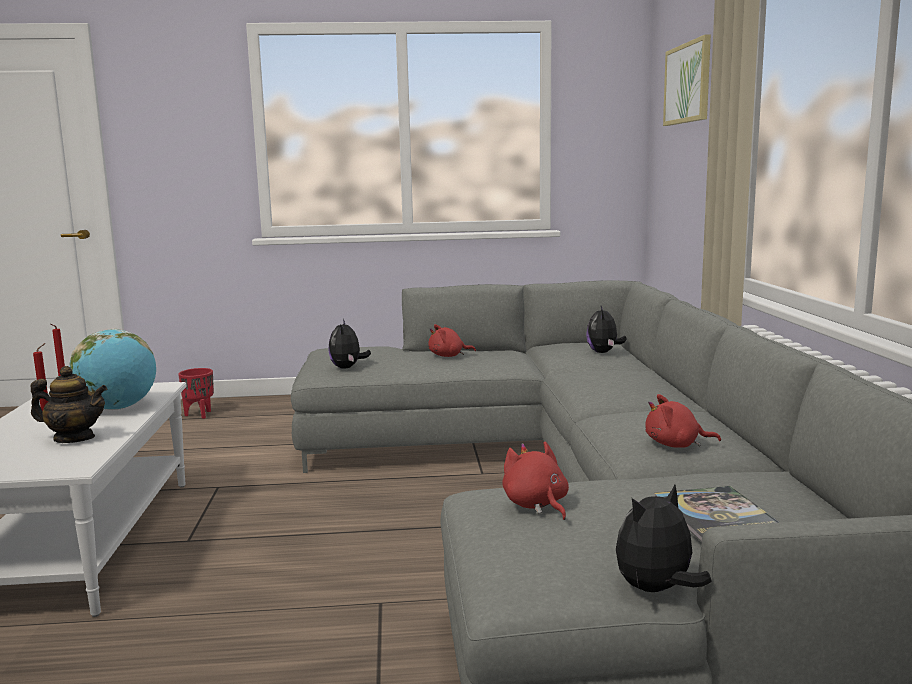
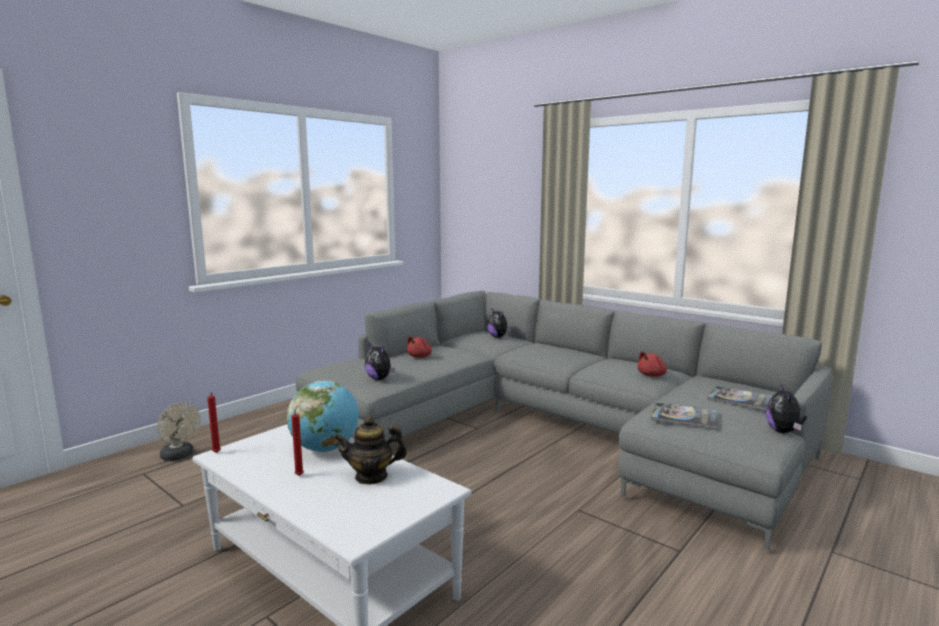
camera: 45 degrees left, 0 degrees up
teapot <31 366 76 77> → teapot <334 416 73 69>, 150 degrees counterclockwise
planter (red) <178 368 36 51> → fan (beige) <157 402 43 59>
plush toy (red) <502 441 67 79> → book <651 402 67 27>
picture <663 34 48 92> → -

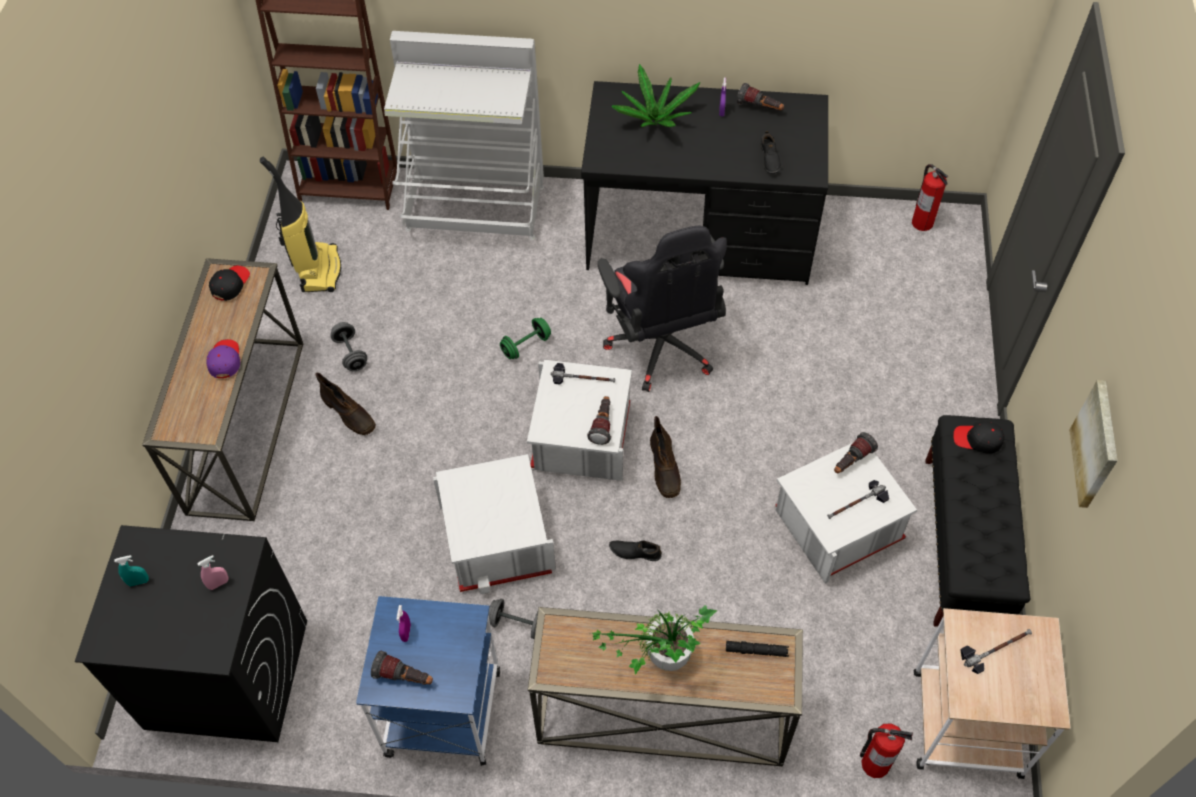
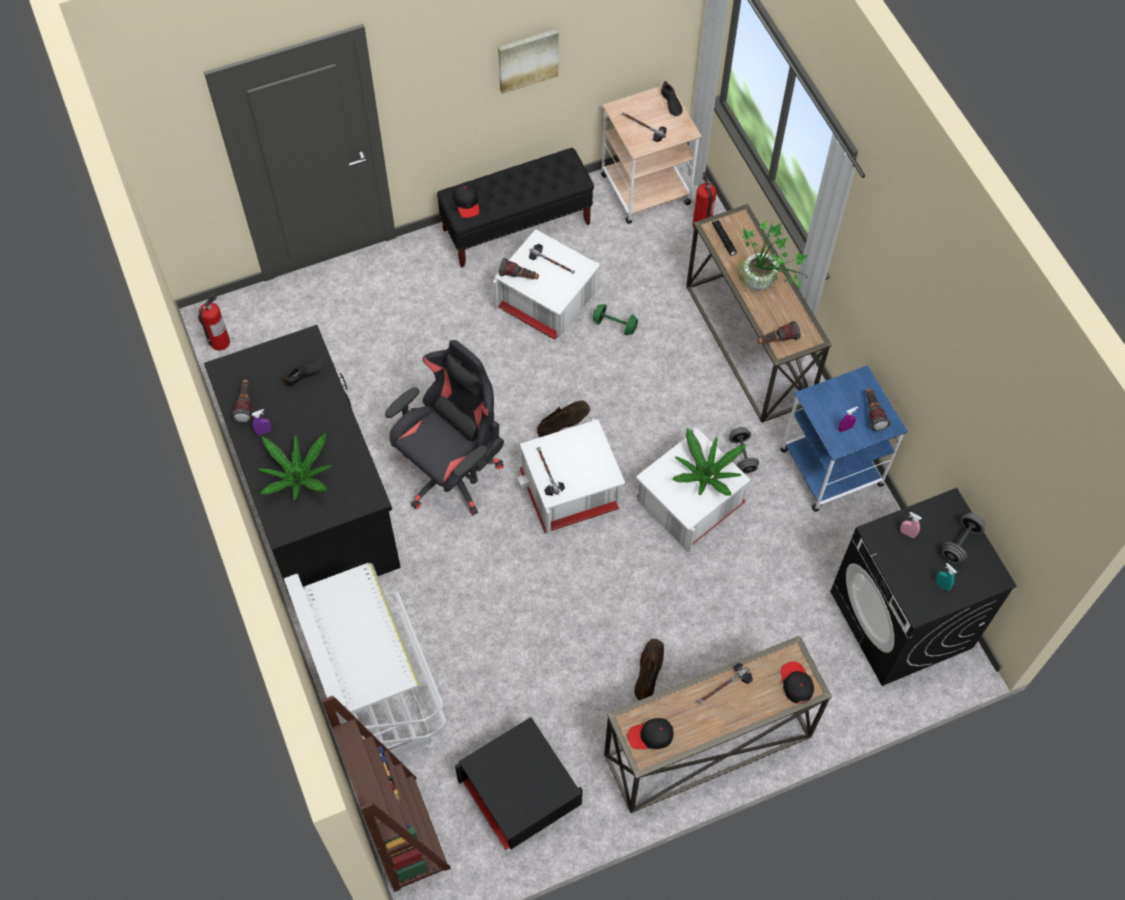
camera: 120 degrees left, 5 degrees up
cap (purple) <207 339 33 39> → hammer <698 663 55 41>
vacuum cleaner <260 157 81 135> → storage box (black) <455 717 128 133>
dumbbell (grey) <330 322 37 49> → dumbbell (grey) <942 513 43 51>, moved
dumbbell (green) <500 318 51 41> → dumbbell (green) <593 304 45 31>, moved
flashlight <587 396 24 49> → flashlight <757 321 44 23>, moved
shoe (black) <609 540 53 21> → shoe (black) <661 81 22 35>, moved
- → potted plant <672 428 74 68>
- → cap (black) <781 662 33 41>

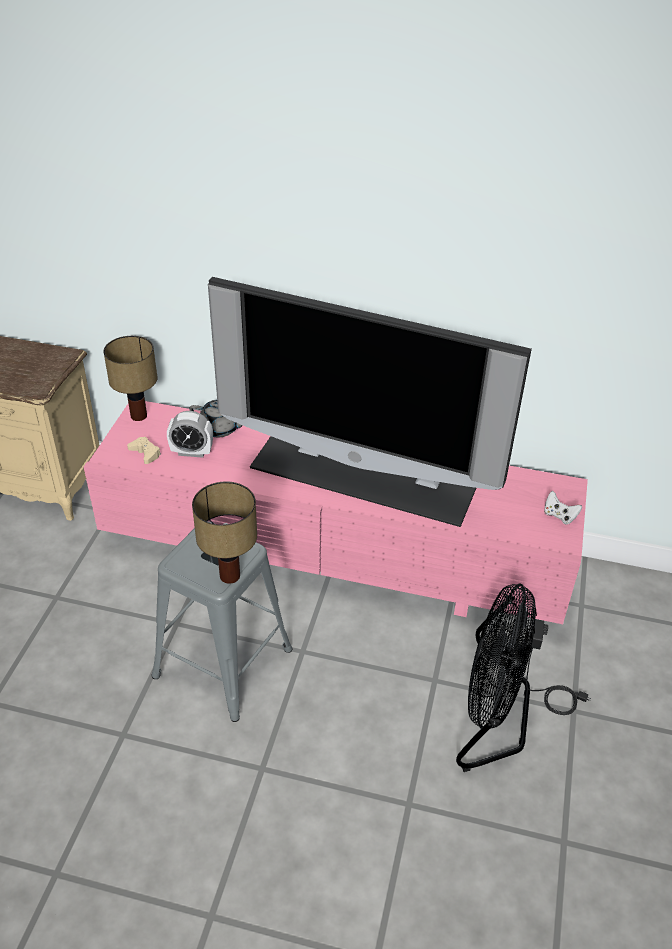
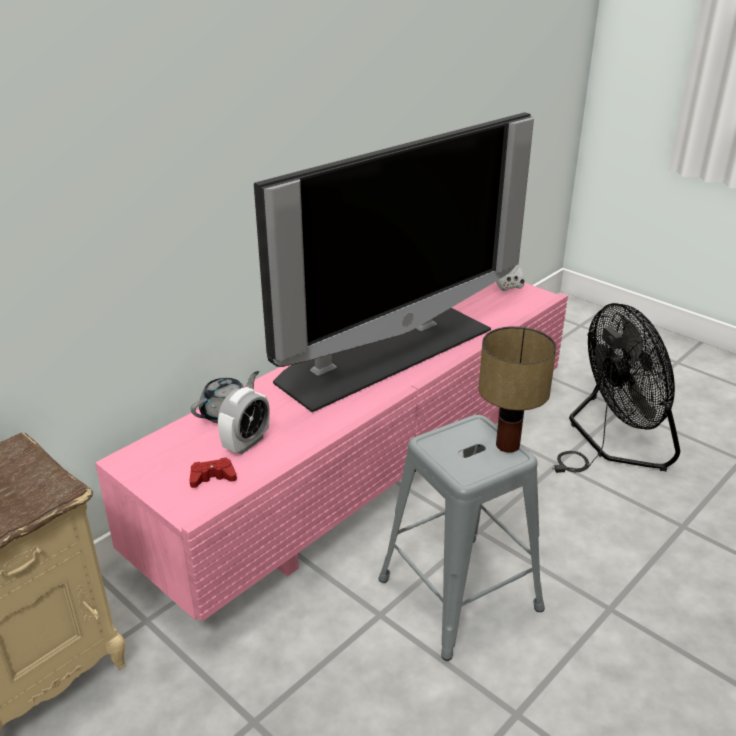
camera: 60 degrees left, 10 degrees down
table lamp <104 336 54 85> → -
game controller (beige) <127 437 34 27> → game controller (red) <189 458 48 30>
fan (black) <456 583 135 189> → fan (black) <552 303 128 170>, 150 degrees counterclockwise

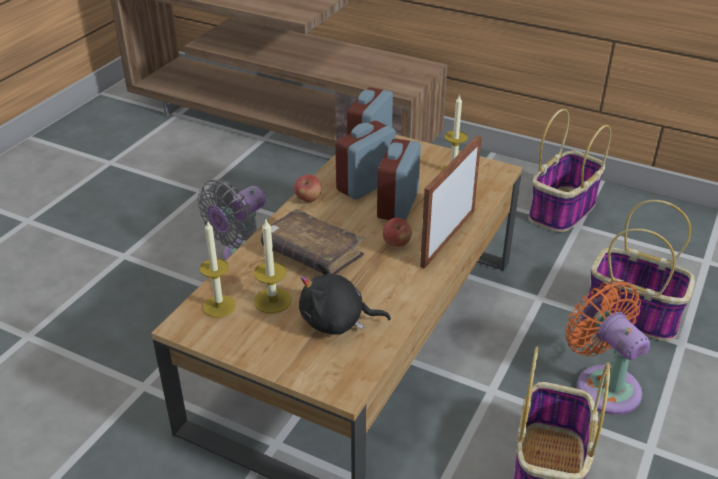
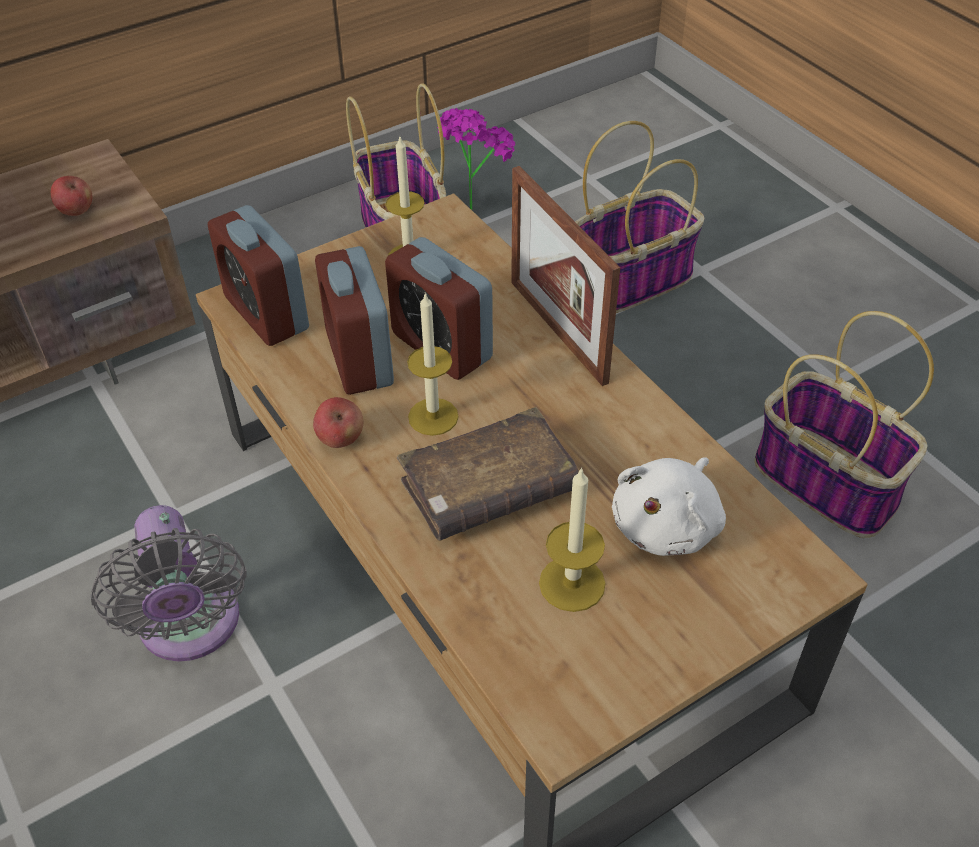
camera: 60 degrees left, 10 degrees up
candle <200 221 36 97> → candle <407 292 52 144>, moved
plush toy (black) <299 262 92 73> → plush toy (white) <612 457 114 99>
apple <383 218 29 29> → apple <51 176 41 40>, moved
fan (orange) <565 280 85 135> → -
- → potted plant <437 108 78 102>

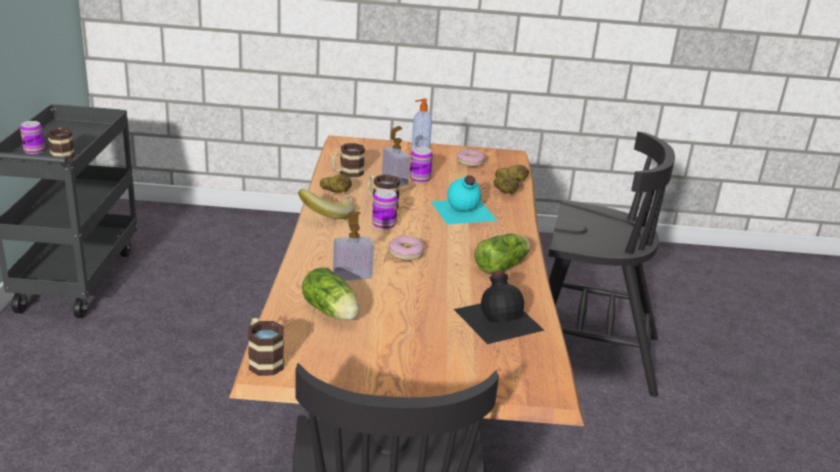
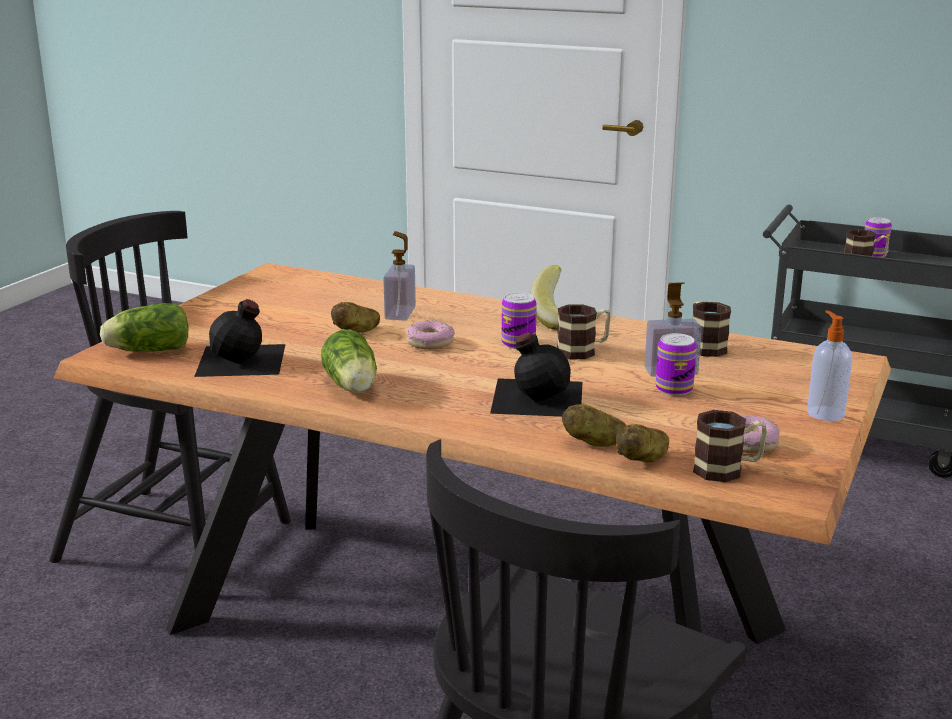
camera: 115 degrees right, 5 degrees down
mug <248 318 36 58> → mug <693 410 74 72>, moved
lettuce <302 267 57 53> → lettuce <100 303 88 49>, moved
potato <320 175 32 17> → potato <331 302 49 30>, moved
bottle (turquoise) <430 175 67 49> → bottle (black) <490 332 92 85>

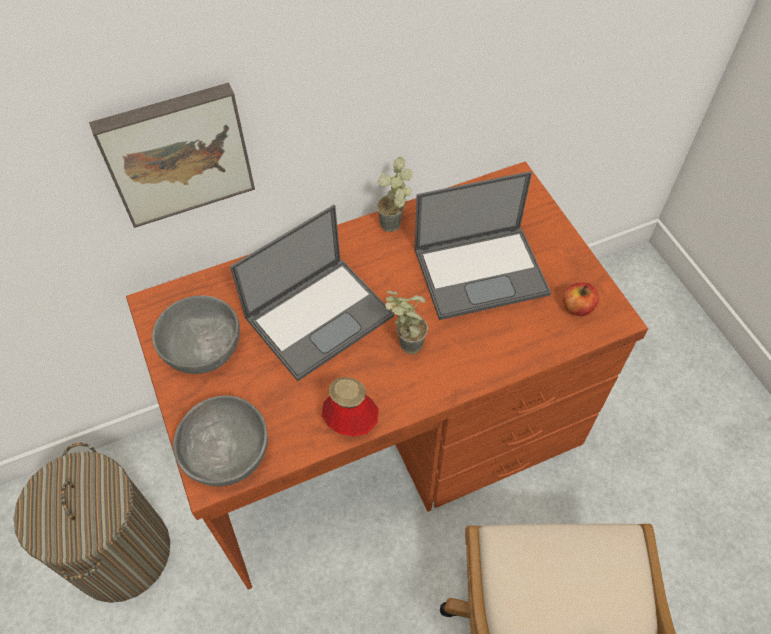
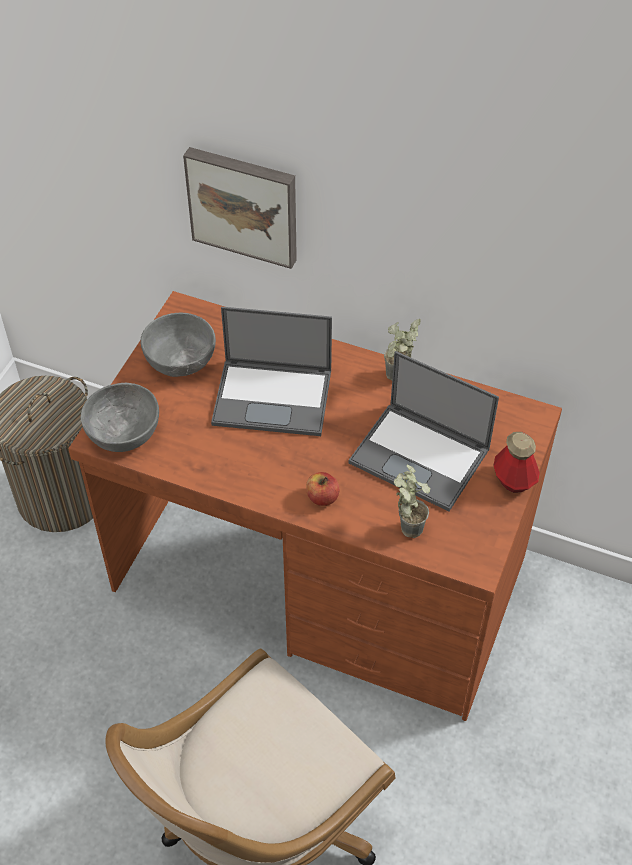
camera: 45 degrees right, 5 degrees down
bottle <322 377 57 59> → bottle <493 432 47 61>, moved
potted plant <385 291 43 63> → potted plant <393 465 37 73>, moved
apple <563 282 36 34> → apple <306 472 33 34>, moved

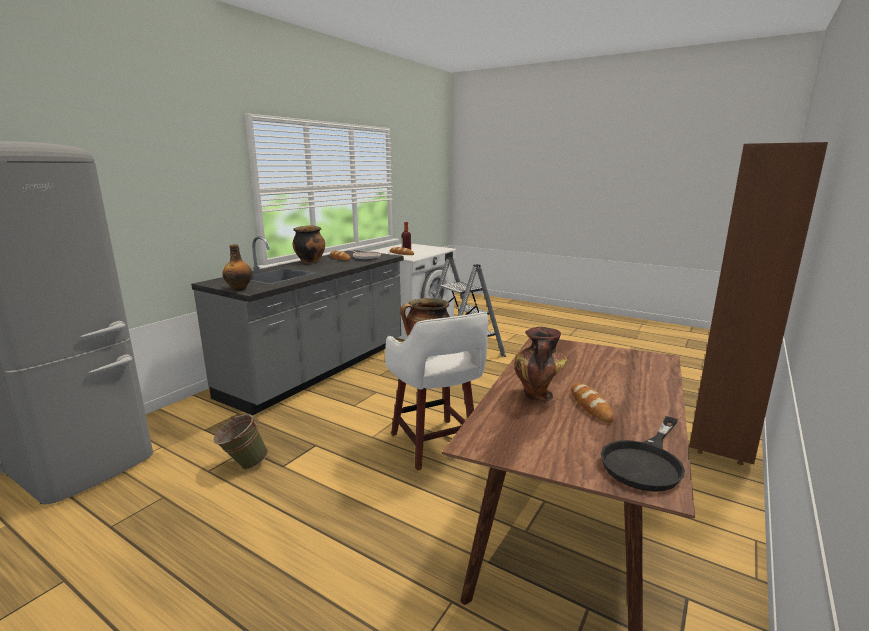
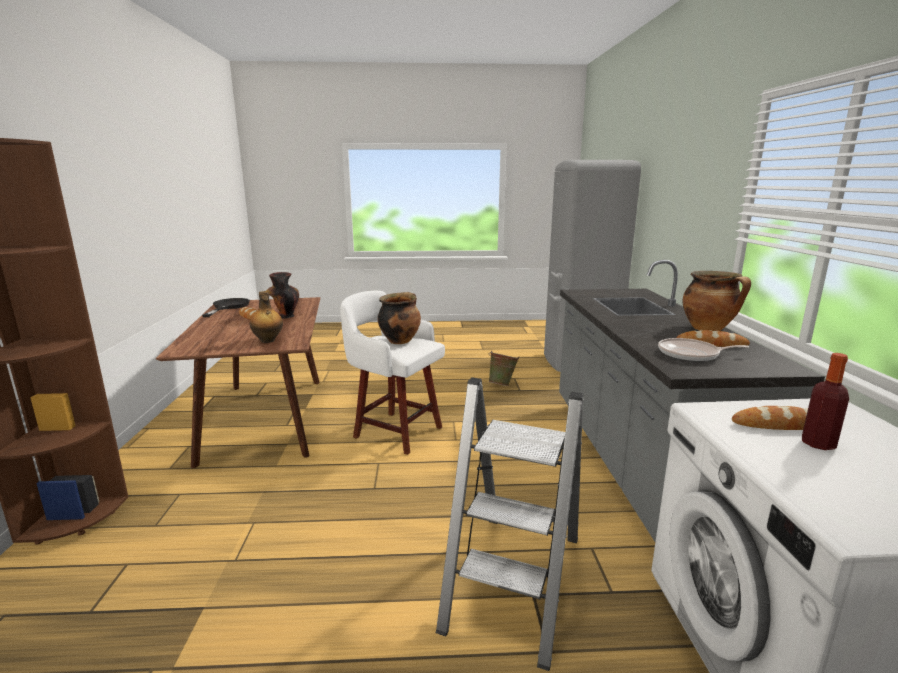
camera: 145 degrees right, 0 degrees up
bottle <223 244 30 47> → bottle <250 291 33 52>, moved

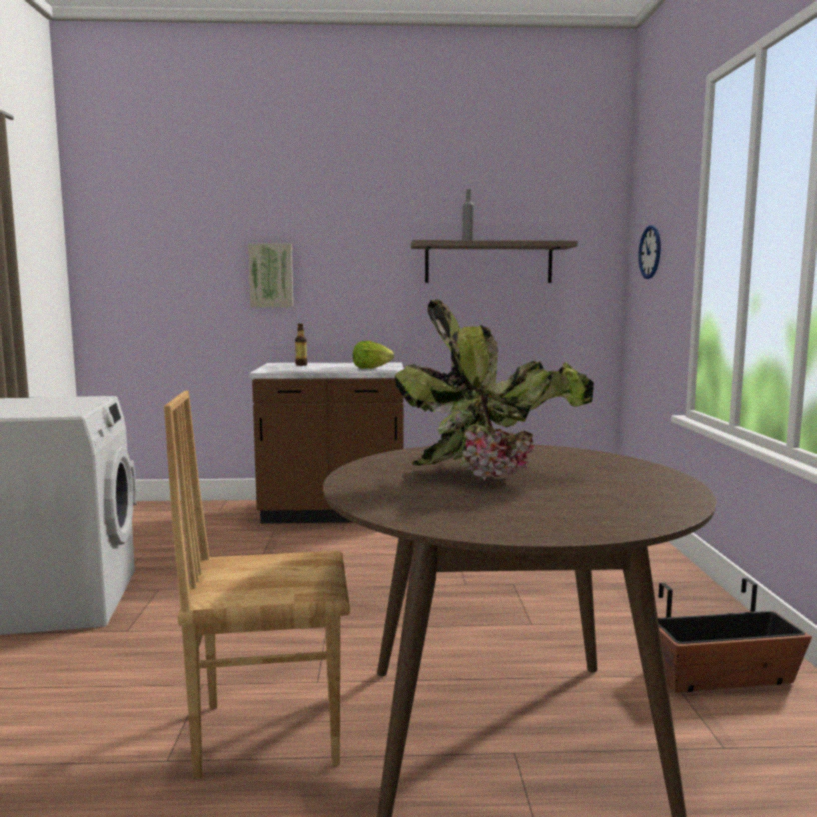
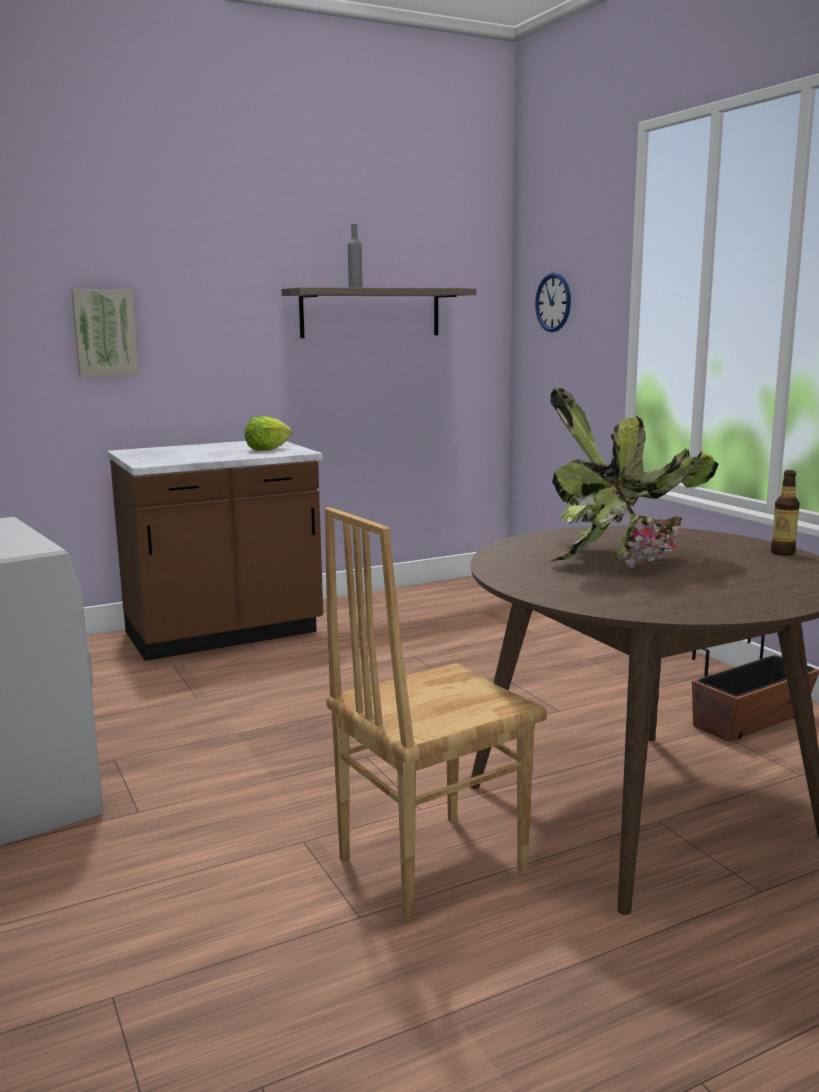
camera: 25 degrees left, 5 degrees up
bottle <295 323 12 43> → bottle <771 470 29 86>, moved

